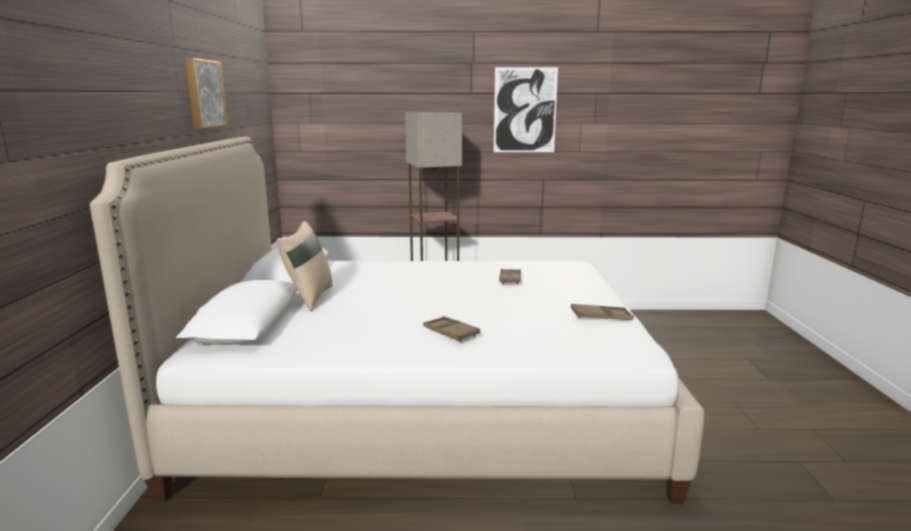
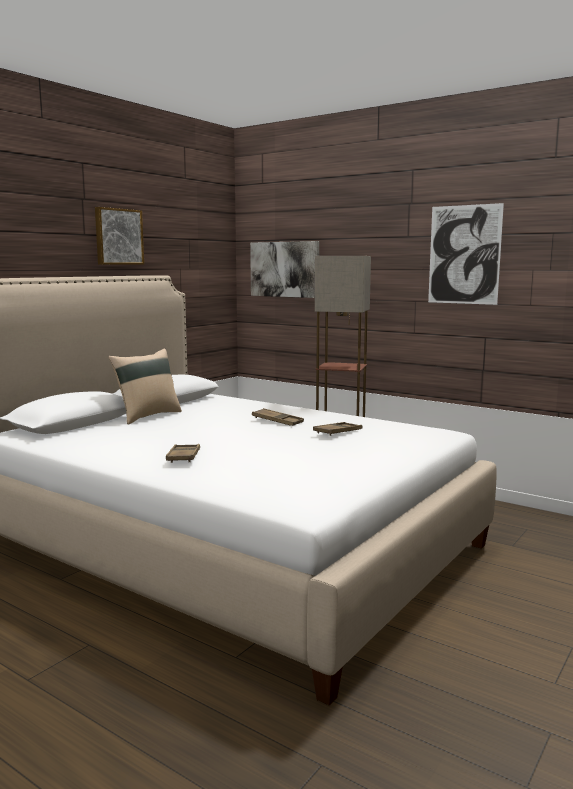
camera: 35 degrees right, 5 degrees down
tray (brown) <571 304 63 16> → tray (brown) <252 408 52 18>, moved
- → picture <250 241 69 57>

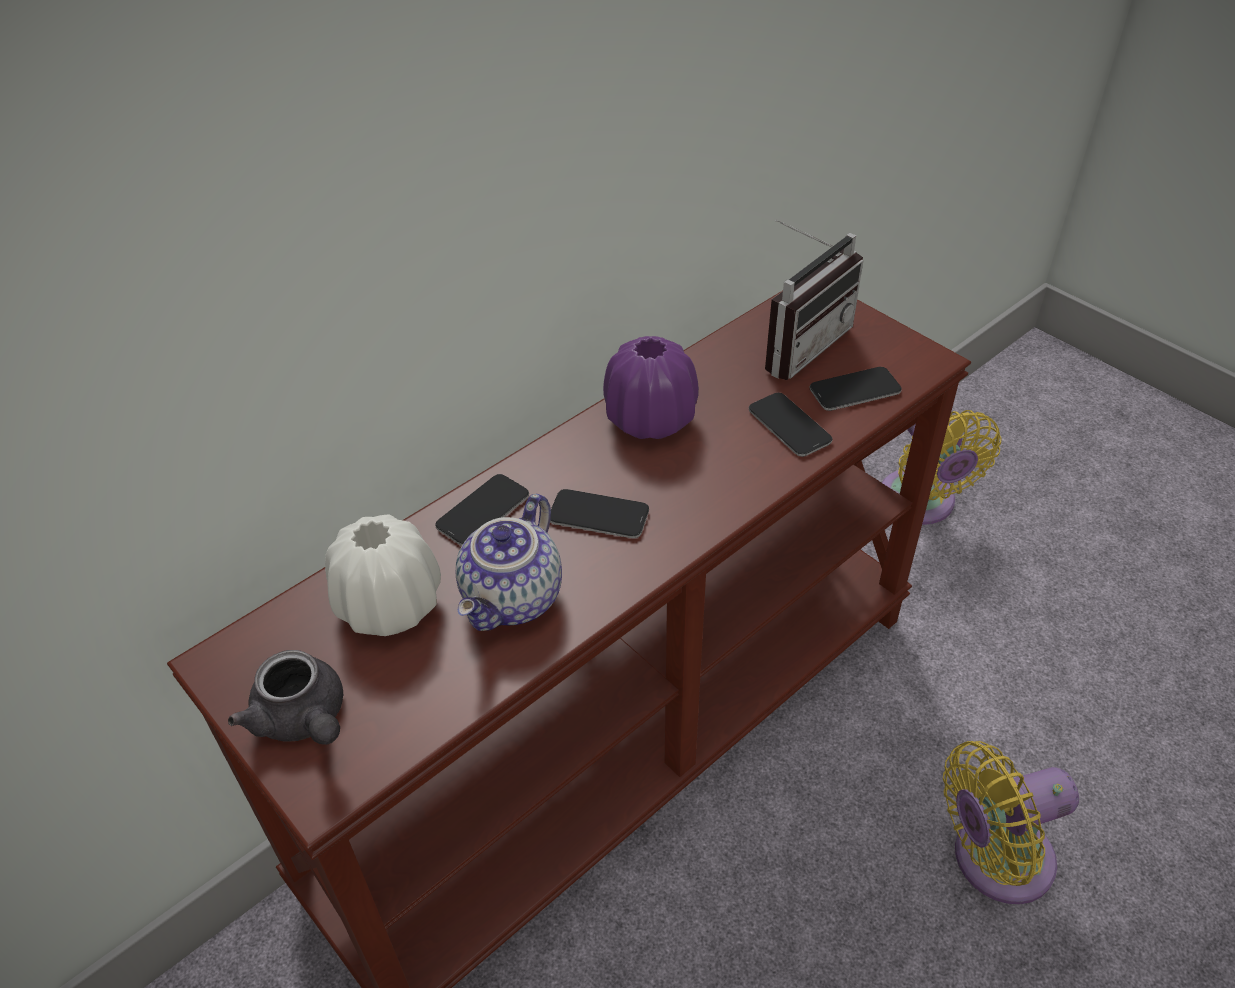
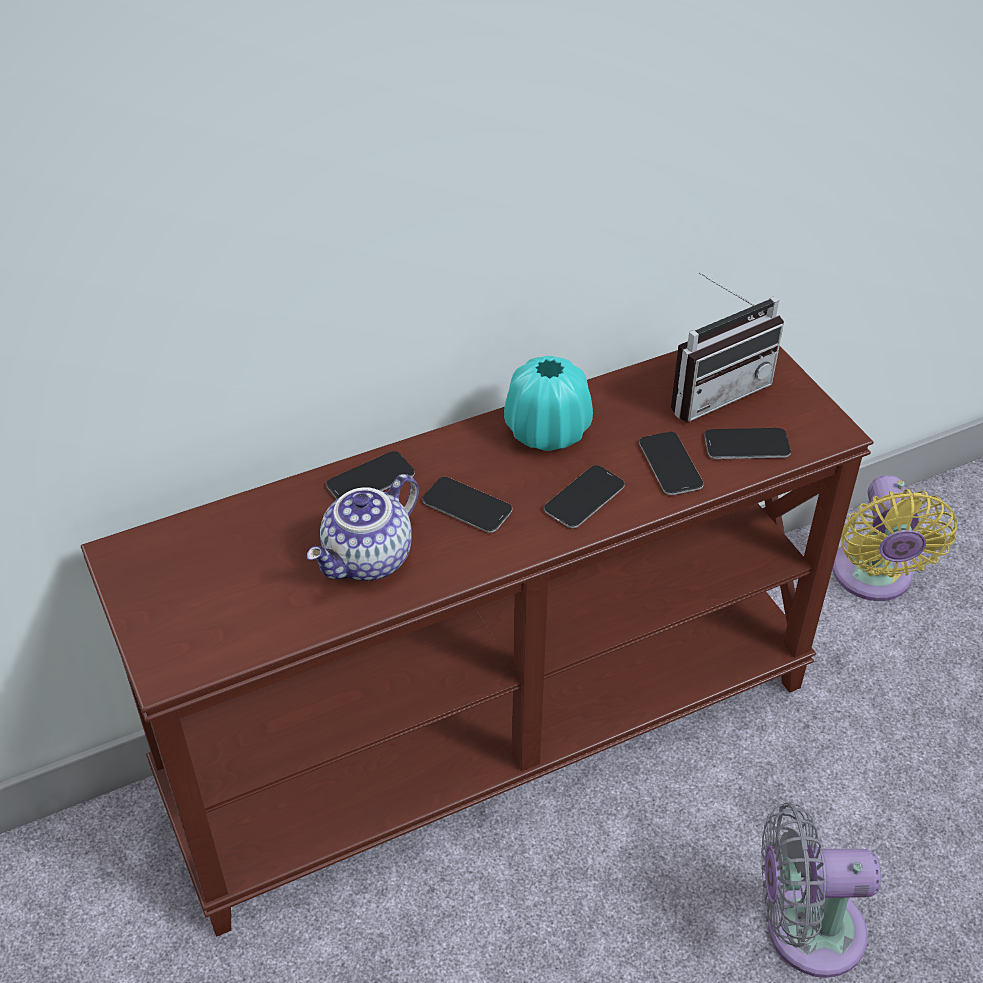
camera: 15 degrees right, 0 degrees up
teapot (grey) <228 650 115 95> → -
vase (white) <325 514 116 122> → -
vase (purple) <603 336 96 103> → vase (turquoise) <504 356 89 95>
fan (yellow) <943 741 136 163> → fan (grey) <761 803 120 175>
- → phone <544 465 81 63>

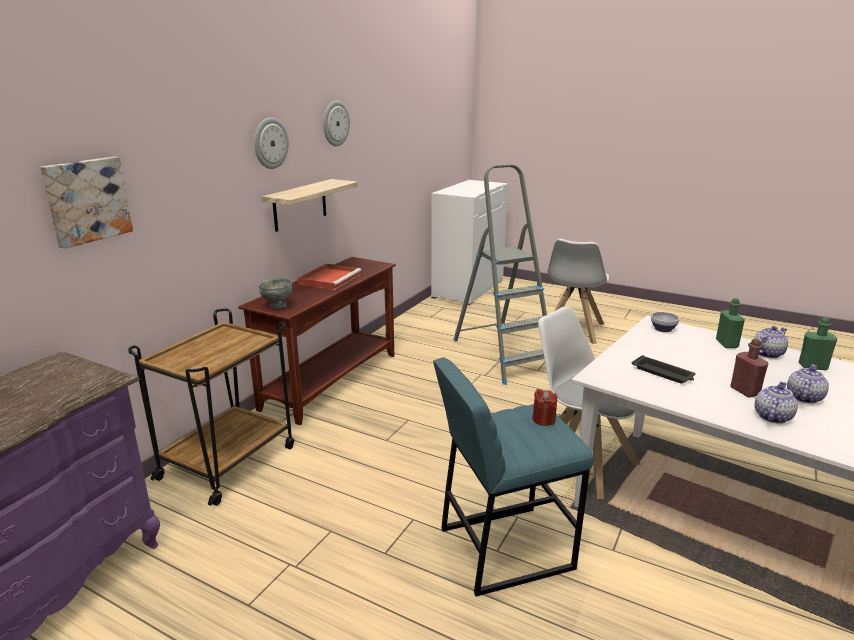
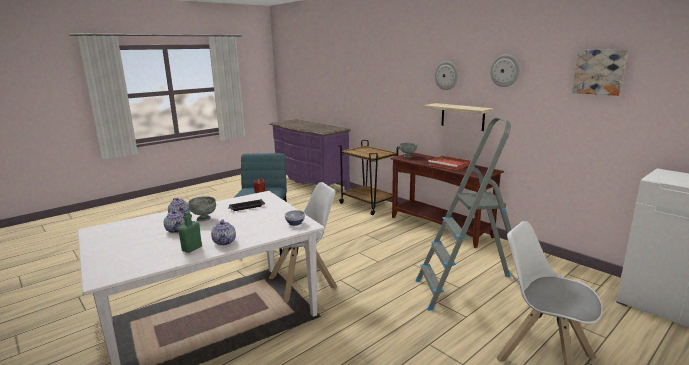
camera: 110 degrees right, 5 degrees down
picture <40 157 93 91> → picture <572 49 56 47>, moved
bottle (green) <716 298 29 50> → -
bottle (red) <730 339 38 59> → bowl (grey) <188 196 28 26>

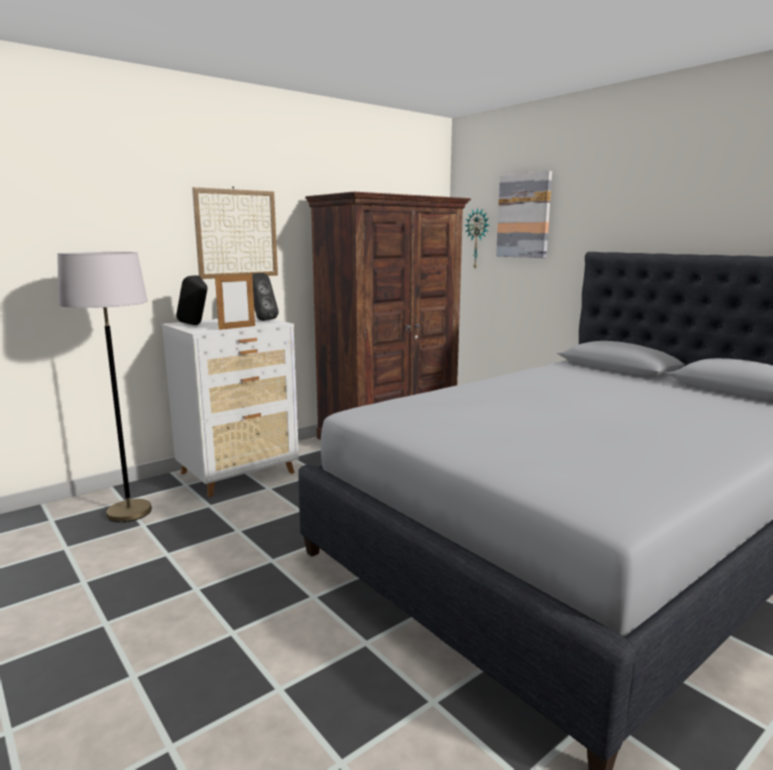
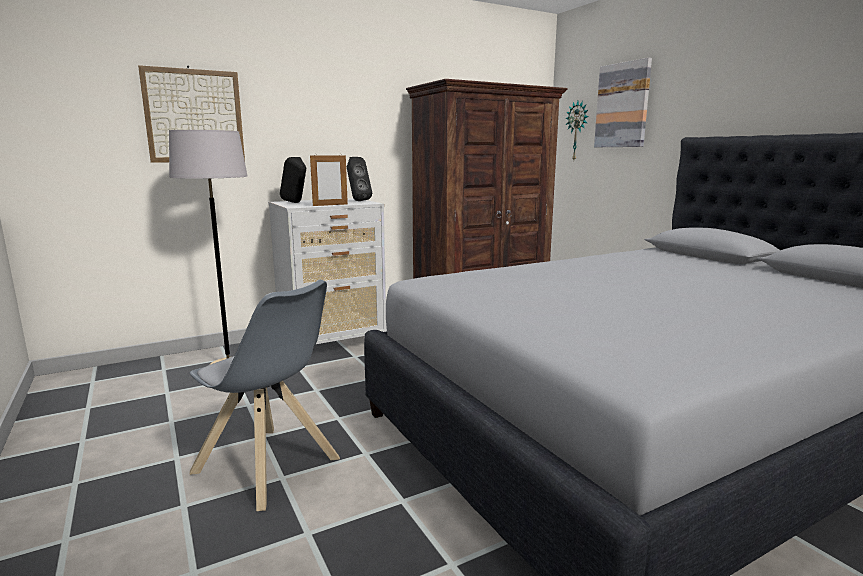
camera: 10 degrees right, 0 degrees up
picture <192 186 86 93> → picture <138 65 107 98>, moved
- → chair (grey) <189 280 151 231>

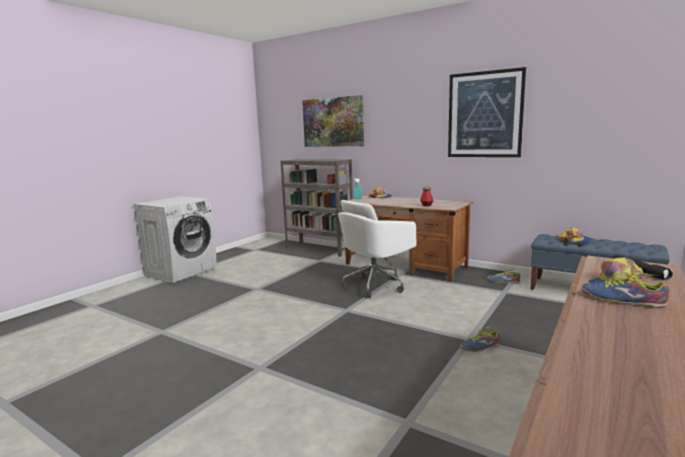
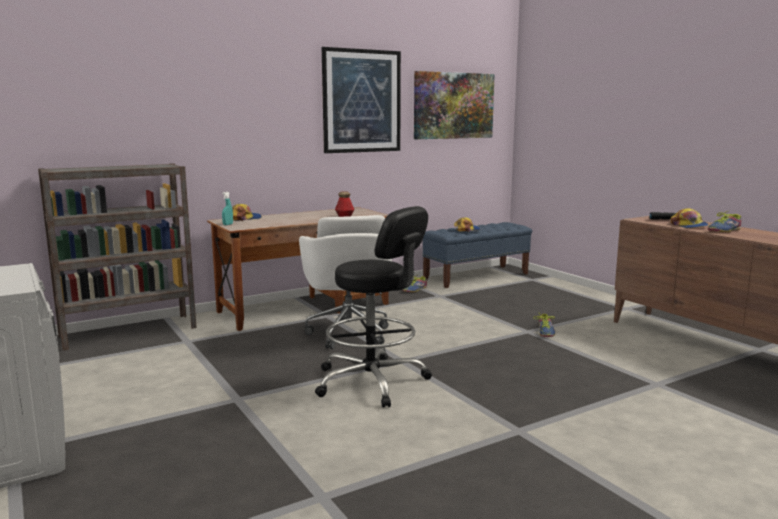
camera: 65 degrees left, 0 degrees up
picture <302 95 62 52> → picture <414 71 81 68>, moved
- → stool (black) <315 206 117 202>

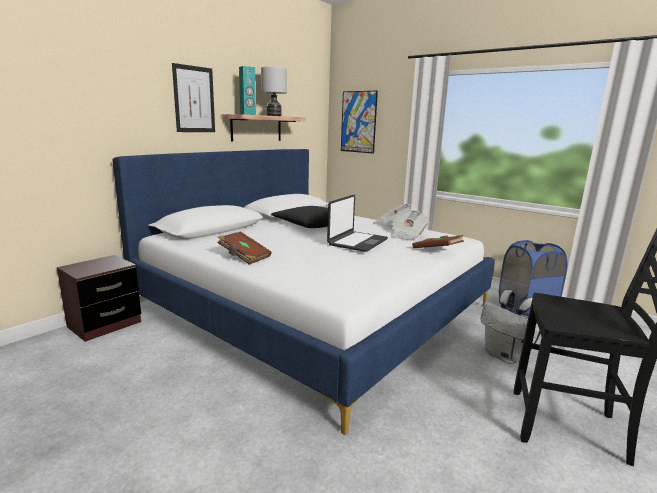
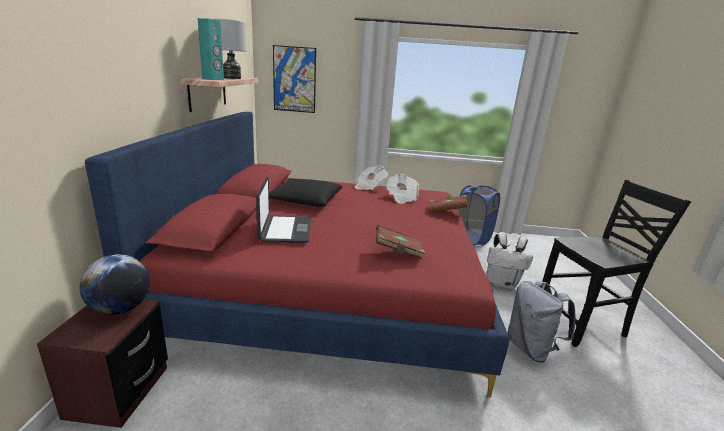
camera: 35 degrees left, 5 degrees up
bed (white) <113 149 382 286> → bed (red) <85 112 425 286>
picture <172 63 43 69> → -
book (brown) <218 232 54 33> → book (brown) <376 224 49 35>, moved
laptop <327 195 61 57> → laptop <256 177 55 66>, moved
- → globe <80 254 70 61>
- → backpack (grey) <508 281 68 82>

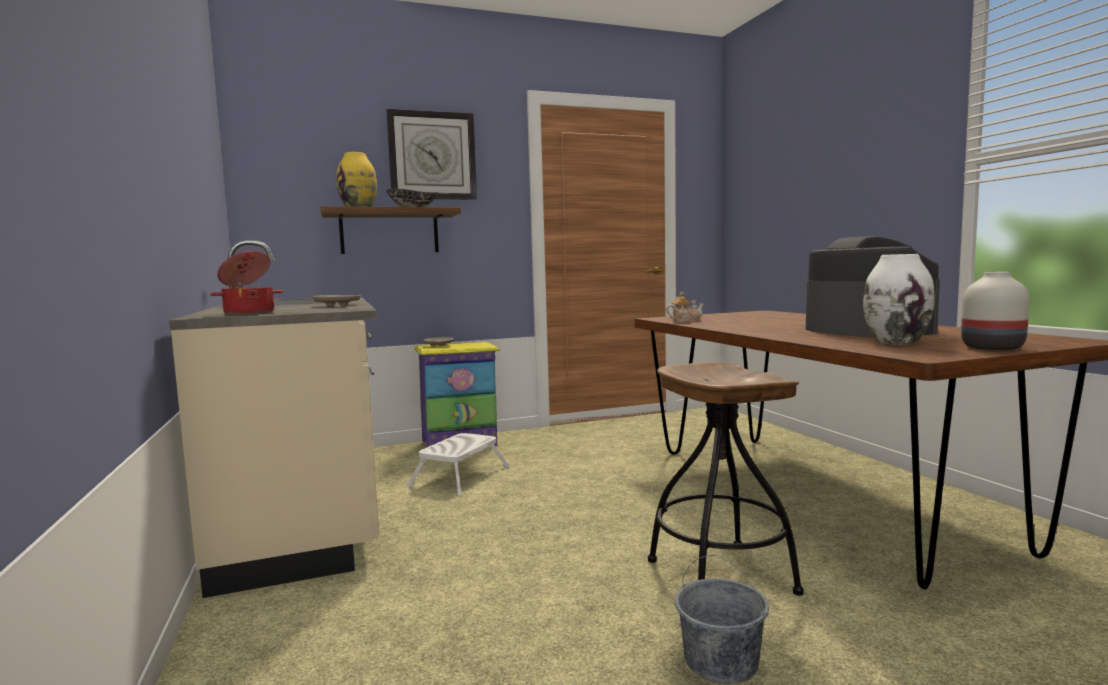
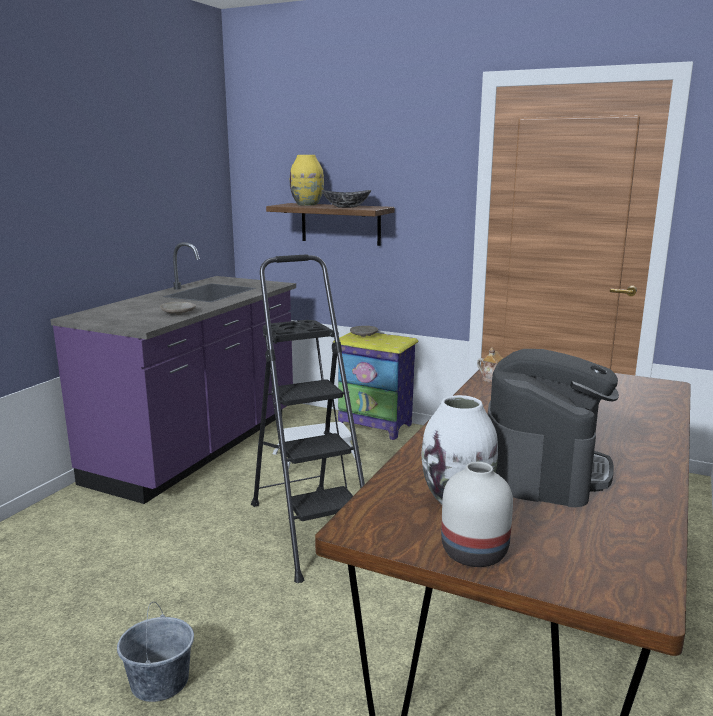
camera: 45 degrees right, 10 degrees up
counter (beige) <169 240 210 358> → counter (purple) <50 242 246 262>
cooking pot <210 251 73 64> → -
wall clock <387 109 90 91> → -
stool (brown) <648 362 156 234> → -
- → step ladder <251 254 114 329>

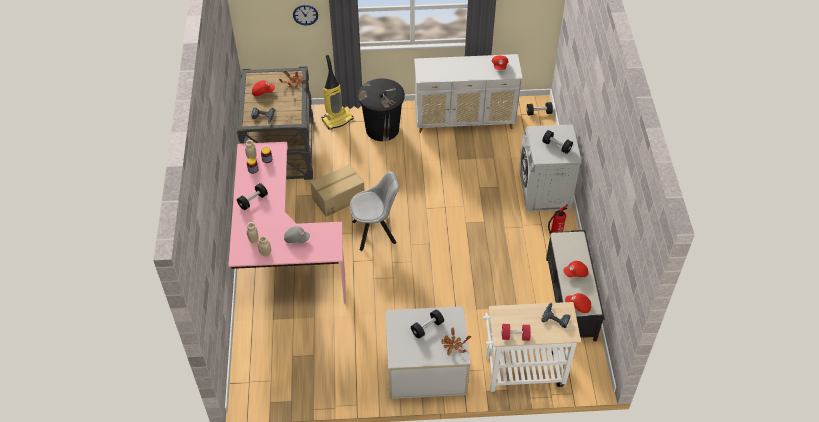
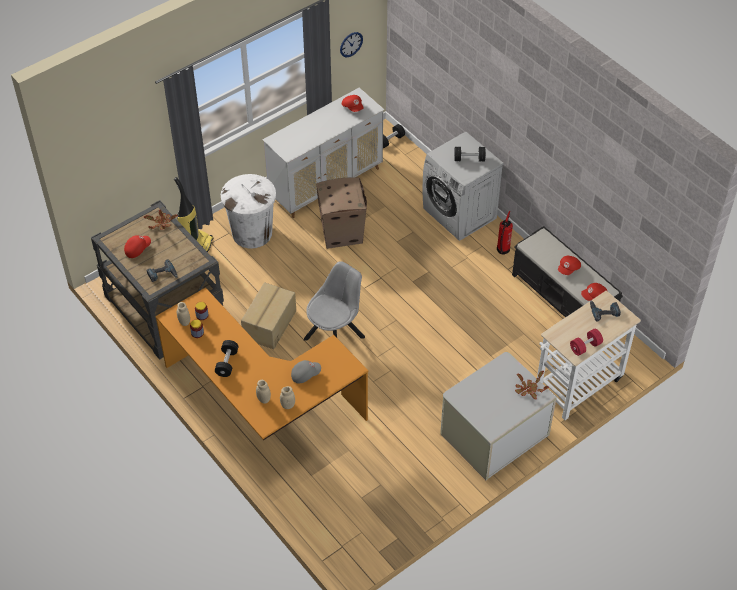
camera: 35 degrees left, 0 degrees up
desk (pink) <228 142 118 162> → desk (orange) <155 288 213 152>
wall clock <293 5 25 21> → wall clock <340 32 23 25>, moved
trash can (black) <358 78 47 63> → trash can (white) <221 174 55 74>
dumbbell (black) <411 309 33 30> → -
- → cardboard box <316 177 51 72>

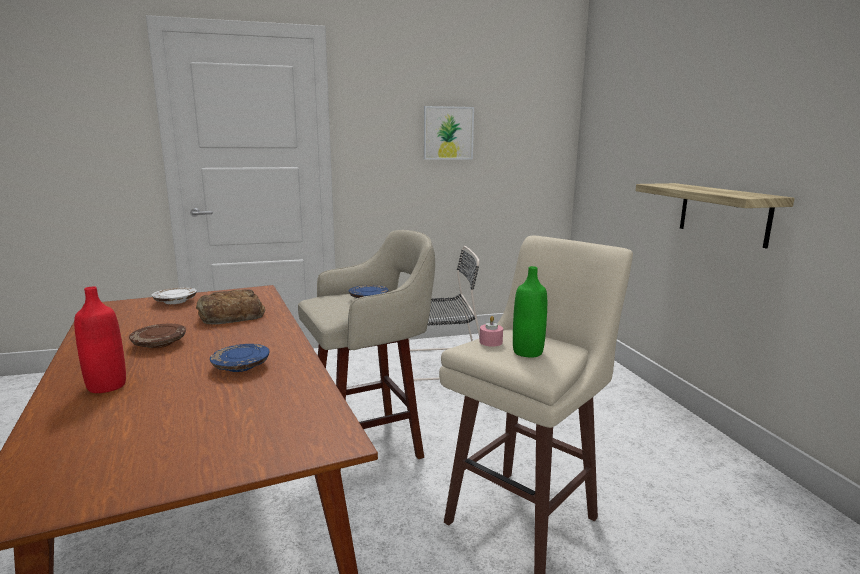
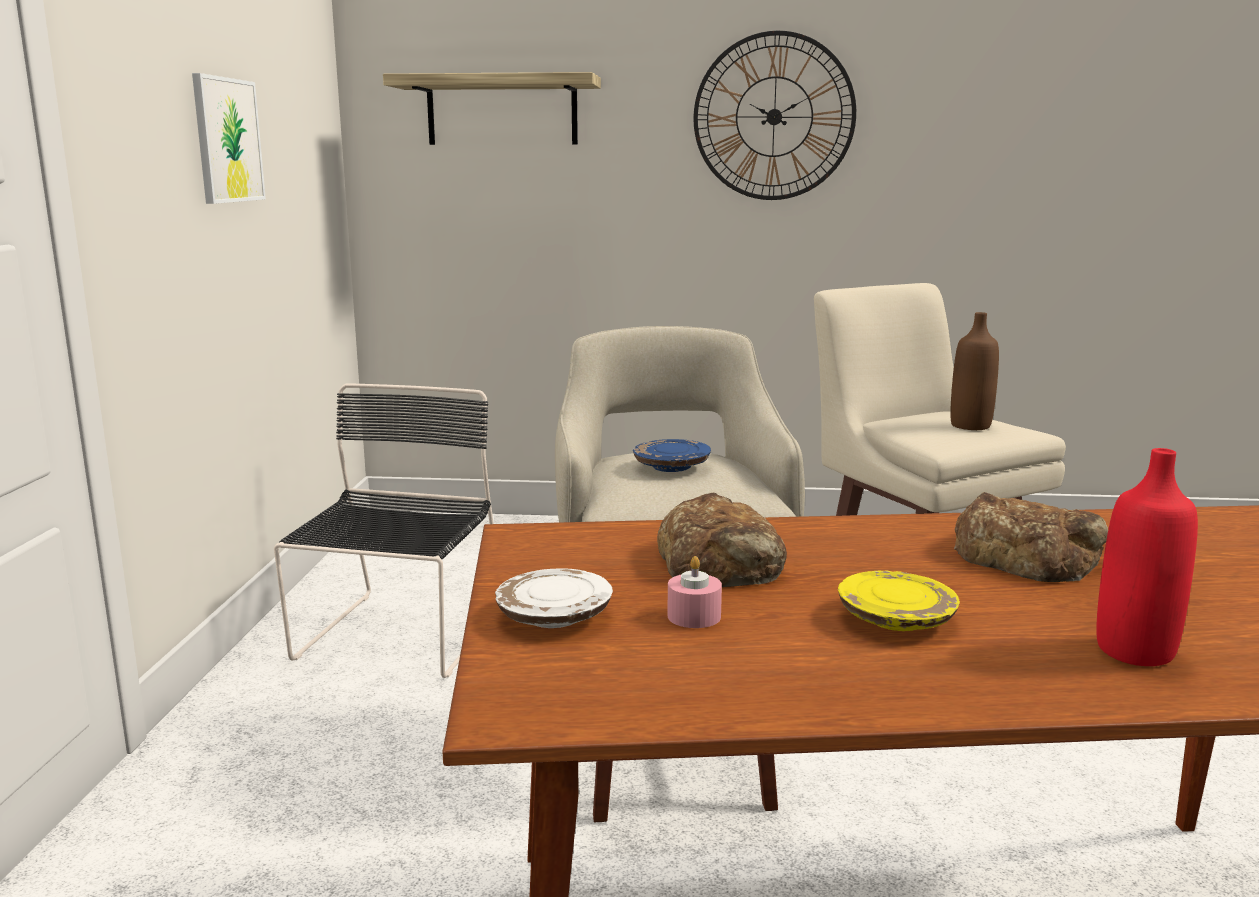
camera: 70 degrees left, 0 degrees up
plate (brown) <129 324 57 24> → plate (yellow) <838 571 122 60>
plate (blue) <210 344 60 28> → bread <954 492 154 90>
candle (pink) <479 316 24 31> → candle (pink) <667 556 55 72>, moved
bottle (green) <513 266 34 92> → bottle (brown) <950 312 49 118>
shelf <636 183 159 65> → shelf <383 72 218 73>, moved
- → wall clock <693 31 163 169>

